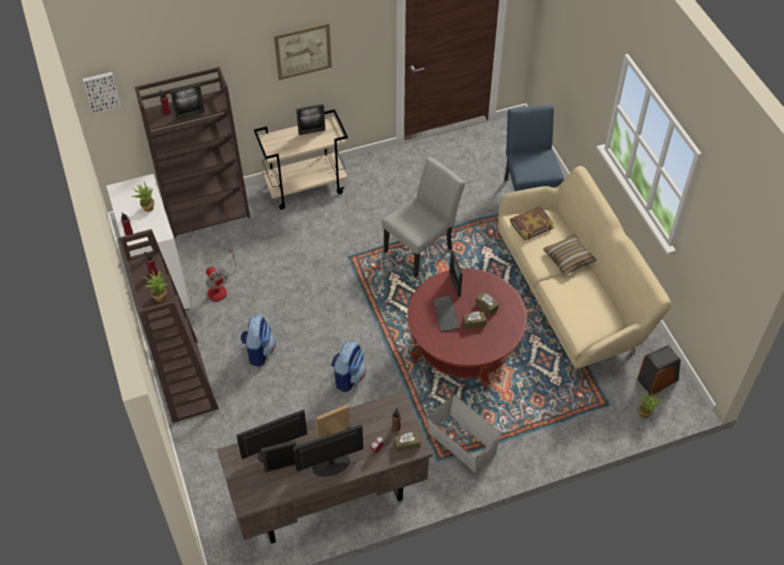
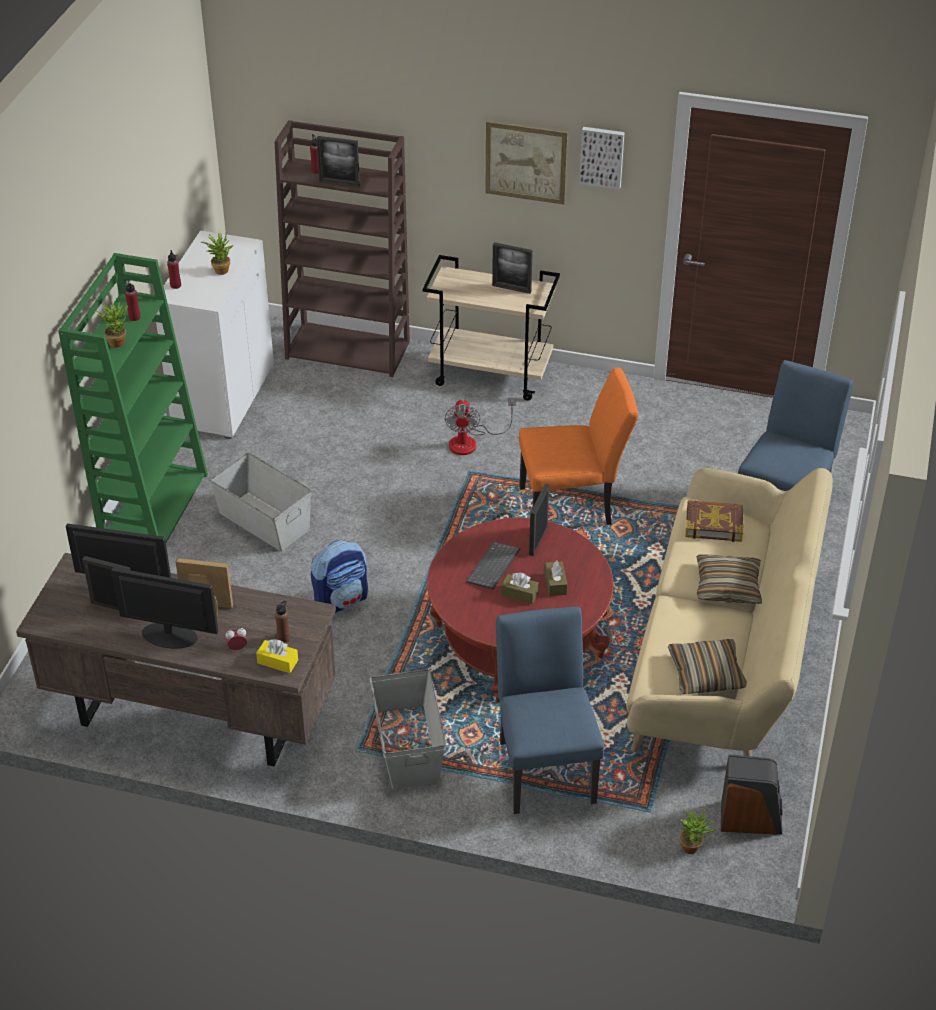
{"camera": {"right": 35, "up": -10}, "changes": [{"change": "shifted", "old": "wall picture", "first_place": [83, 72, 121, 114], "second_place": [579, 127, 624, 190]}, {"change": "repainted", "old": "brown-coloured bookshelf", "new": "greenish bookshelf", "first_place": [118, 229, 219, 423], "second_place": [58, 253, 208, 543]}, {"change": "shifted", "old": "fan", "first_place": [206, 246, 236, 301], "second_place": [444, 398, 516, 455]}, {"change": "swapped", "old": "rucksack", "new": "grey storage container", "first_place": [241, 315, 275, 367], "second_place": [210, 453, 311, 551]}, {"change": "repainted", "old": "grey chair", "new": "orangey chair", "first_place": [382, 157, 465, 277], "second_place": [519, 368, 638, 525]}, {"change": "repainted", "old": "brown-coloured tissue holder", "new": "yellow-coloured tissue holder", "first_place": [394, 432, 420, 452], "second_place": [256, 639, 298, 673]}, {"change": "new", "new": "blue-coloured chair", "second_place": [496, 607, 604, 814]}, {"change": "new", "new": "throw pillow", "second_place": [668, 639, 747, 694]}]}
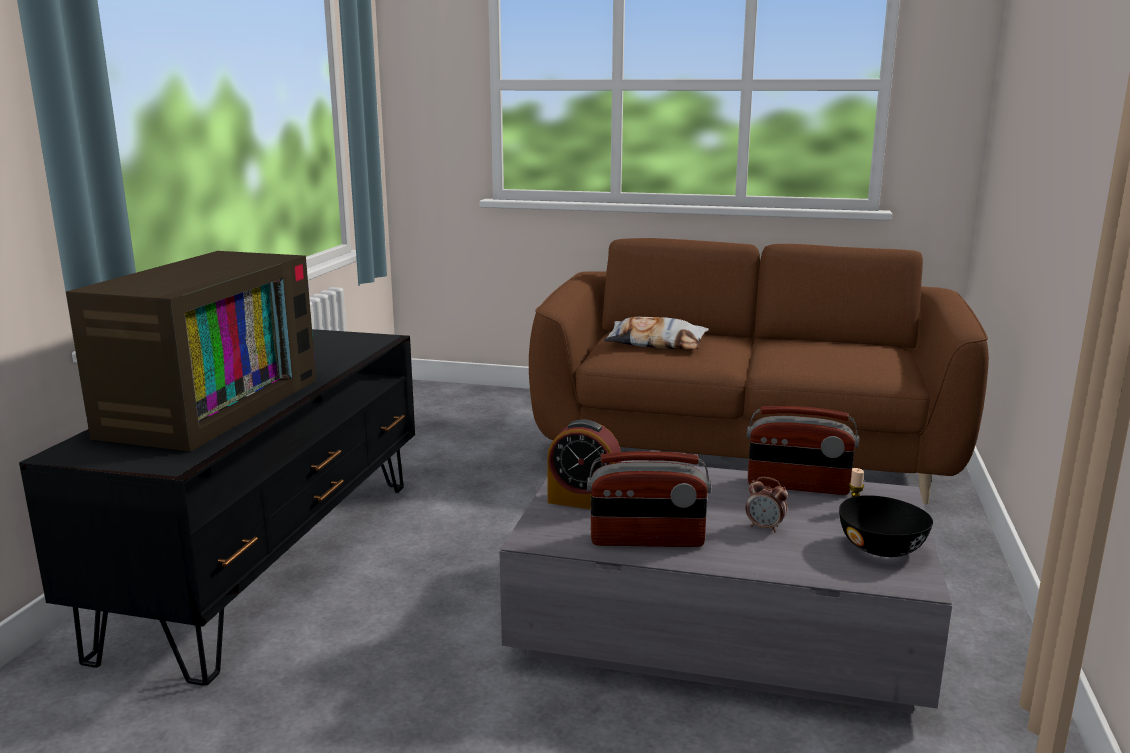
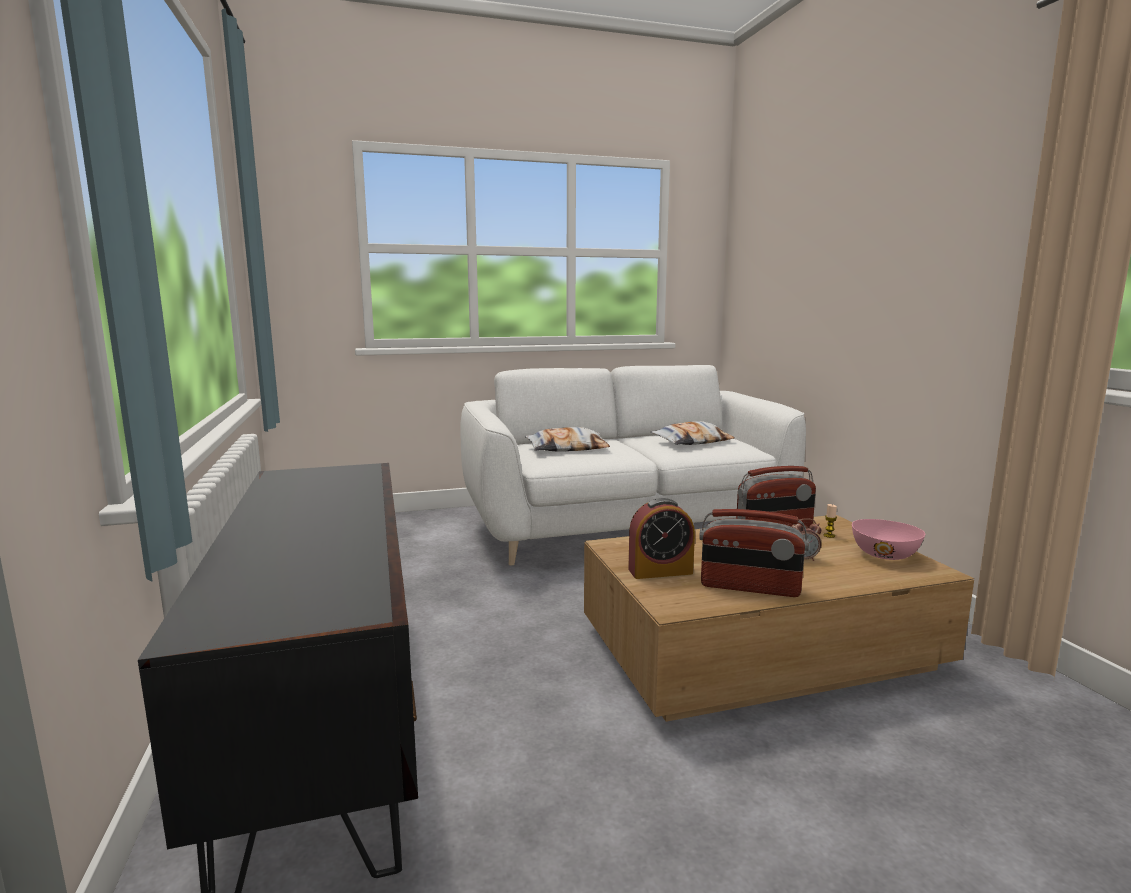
{"camera": {"right": -30, "up": -5}, "changes": [{"change": "gone", "old": "TV set", "first_place": [66, 251, 316, 451]}, {"change": "repainted", "old": "grey low table", "new": "brown-coloured low table", "first_place": [499, 460, 952, 714], "second_place": [584, 515, 974, 722]}, {"change": "repainted", "old": "brown-coloured sofa", "new": "whitish sofa", "first_place": [529, 238, 989, 504], "second_place": [460, 365, 806, 565]}, {"change": "rotated", "old": "radio receiver", "first_place": [587, 451, 711, 547], "second_place": [699, 509, 809, 597], "degrees": 45}, {"change": "repainted", "old": "black deep dish", "new": "pink-coloured deep dish", "first_place": [839, 495, 933, 557], "second_place": [852, 519, 925, 560]}, {"change": "new", "new": "throw pillow", "second_place": [651, 421, 735, 445]}]}
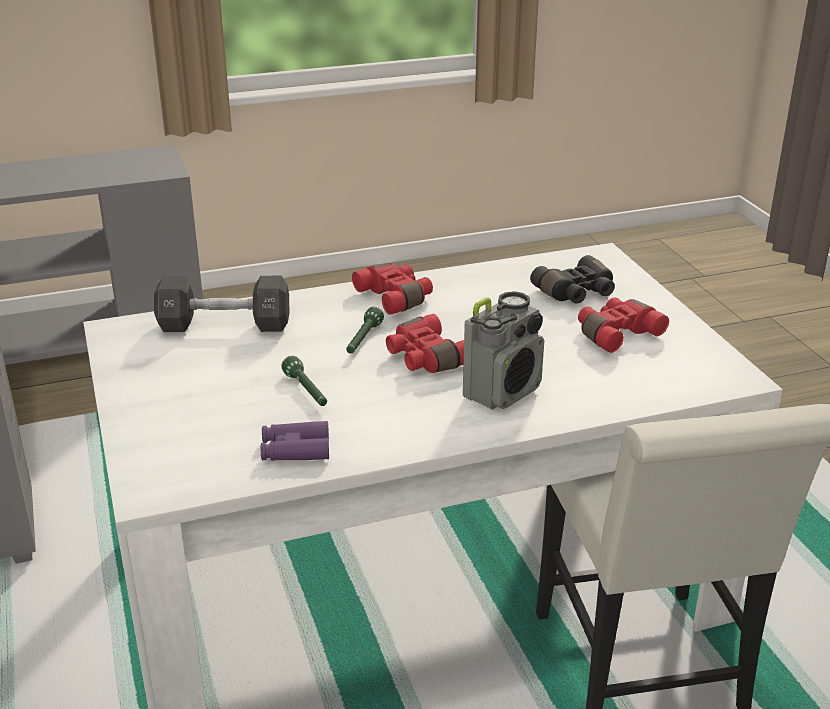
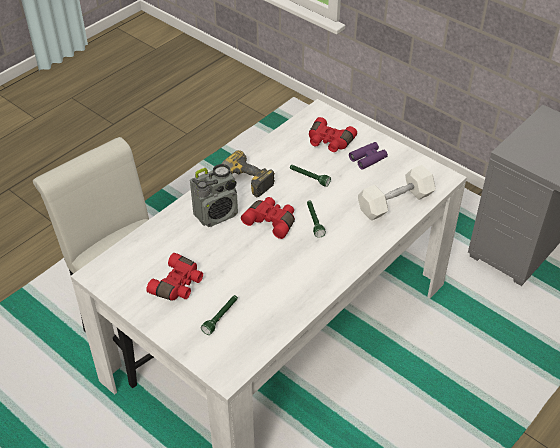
{"camera": {"right": 150, "up": 15}, "changes": [{"change": "repainted", "old": "black dumbbell", "new": "whitish dumbbell", "first_place": [154, 276, 289, 332], "second_place": [358, 165, 436, 221]}, {"change": "shifted", "old": "purplish binoculars", "first_place": [261, 421, 329, 461], "second_place": [349, 142, 388, 170]}, {"change": "shifted", "old": "red binoculars", "first_place": [352, 263, 433, 315], "second_place": [309, 117, 357, 152]}, {"change": "rotated", "old": "radio receiver", "first_place": [463, 291, 544, 410], "second_place": [190, 164, 238, 227], "degrees": -135}, {"change": "swapped", "old": "black binoculars", "new": "greenish flashlight", "first_place": [530, 255, 615, 304], "second_place": [201, 295, 238, 335]}, {"change": "new", "new": "electric drill", "second_place": [221, 150, 275, 197]}]}
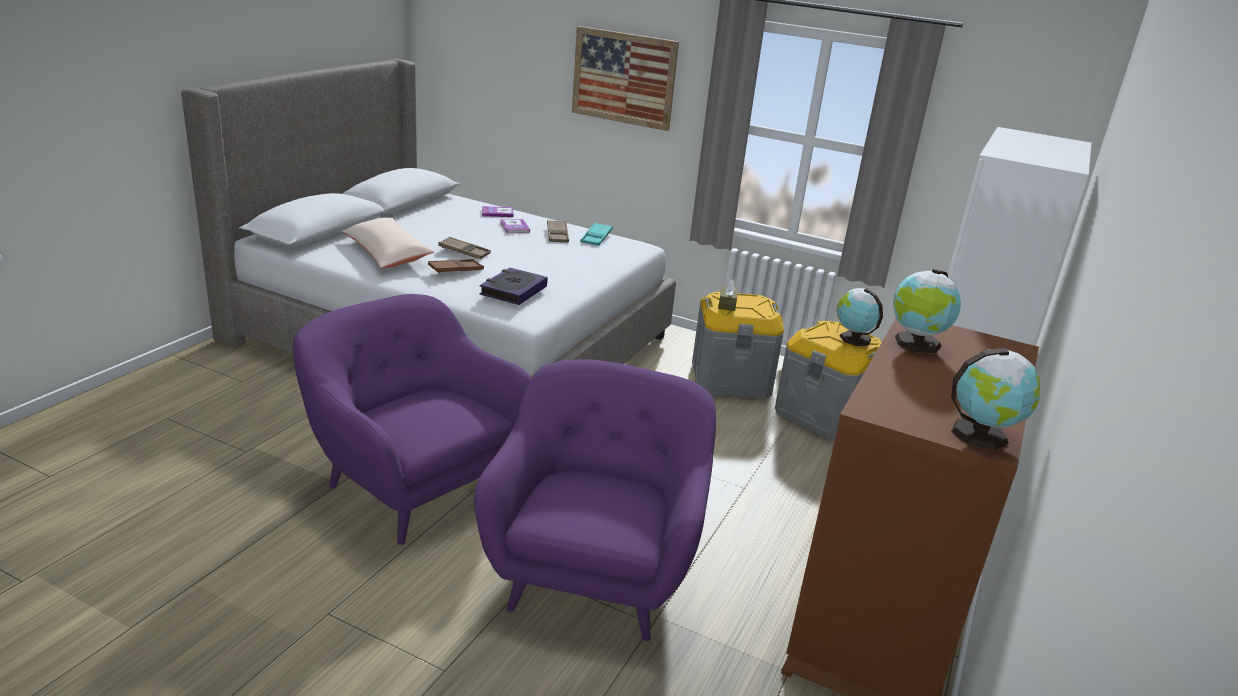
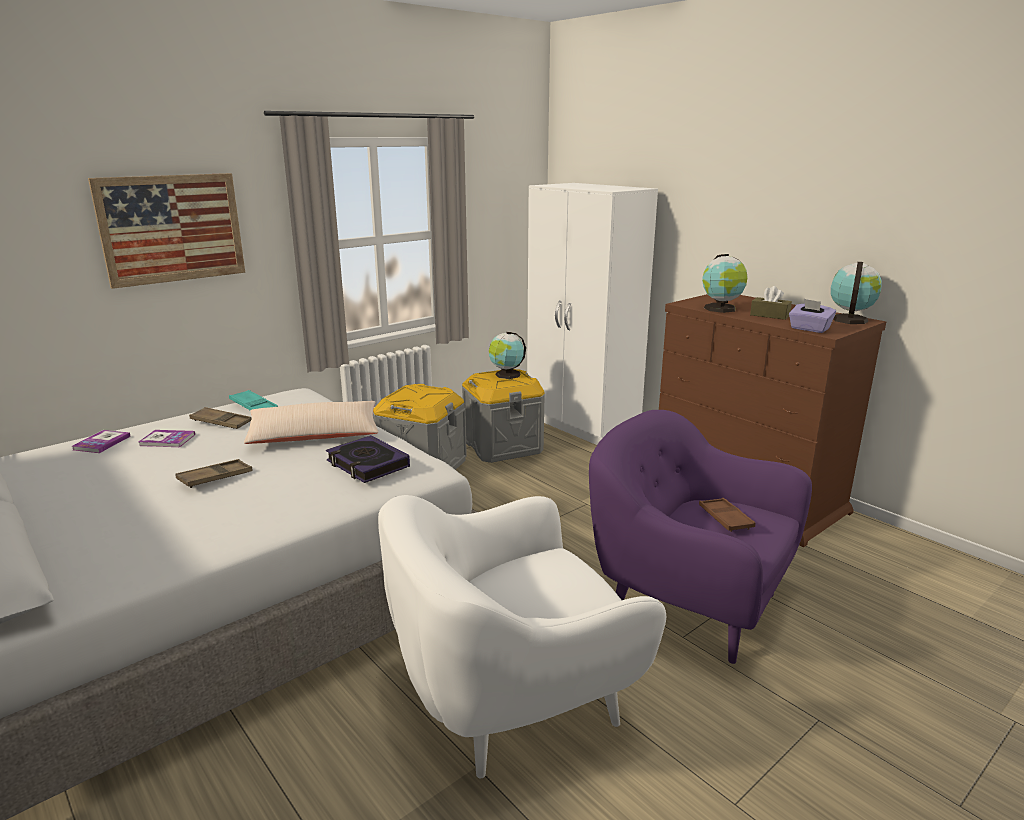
{"camera": {"right": -65, "up": -5}, "changes": [{"change": "repainted", "old": "purplish lounge chair", "new": "whitish lounge chair", "first_place": [293, 294, 531, 545], "second_place": [378, 495, 666, 778]}, {"change": "shifted", "old": "sand-coloured throw pillow", "first_place": [342, 218, 434, 268], "second_place": [244, 401, 378, 444]}, {"change": "shifted", "old": "brown-coloured tray", "first_place": [428, 259, 484, 274], "second_place": [699, 498, 755, 532]}, {"change": "shifted", "old": "brown-coloured tissue holder", "first_place": [718, 279, 739, 311], "second_place": [750, 286, 792, 320]}, {"change": "new", "new": "purplish tissue holder", "second_place": [789, 299, 836, 333]}]}
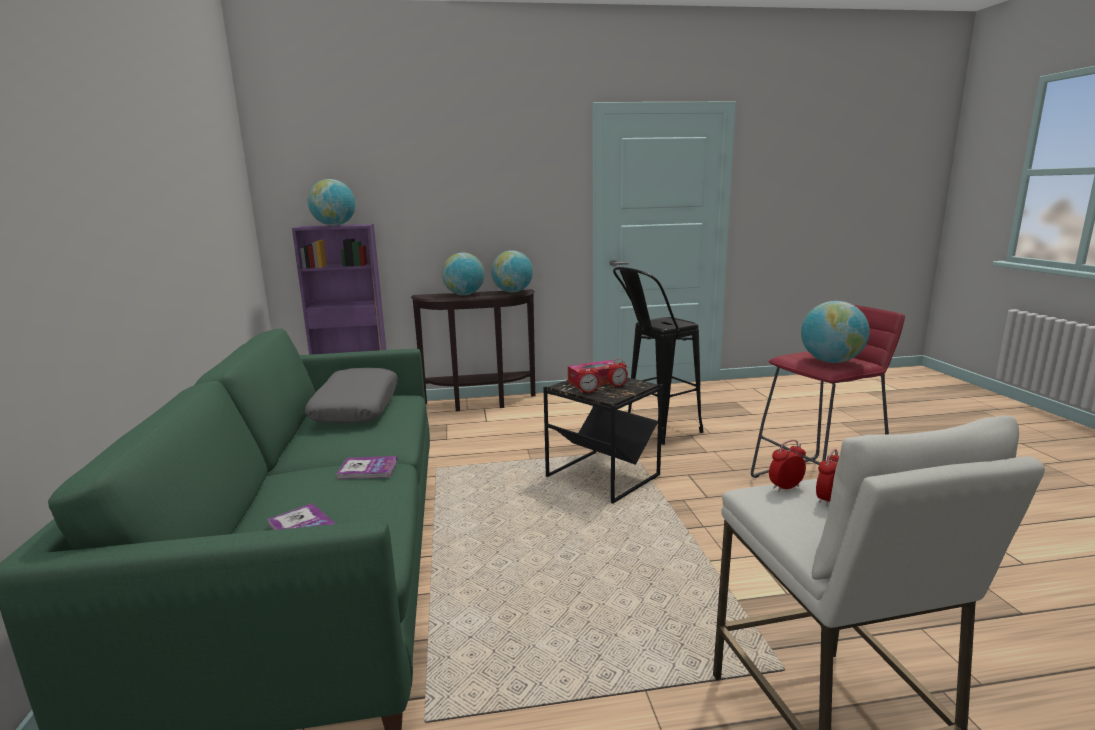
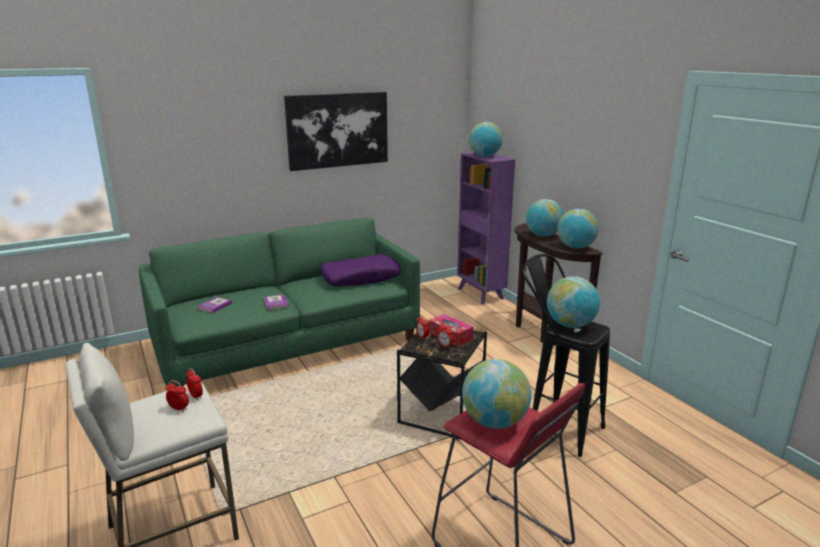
{"camera": {"right": 70, "up": 5}, "changes": [{"change": "repainted", "old": "grey throw pillow", "new": "purplish throw pillow", "first_place": [305, 368, 398, 423], "second_place": [320, 254, 401, 286]}, {"change": "new", "new": "wall picture", "second_place": [284, 92, 388, 171]}, {"change": "new", "new": "globe", "second_place": [547, 276, 600, 328]}]}
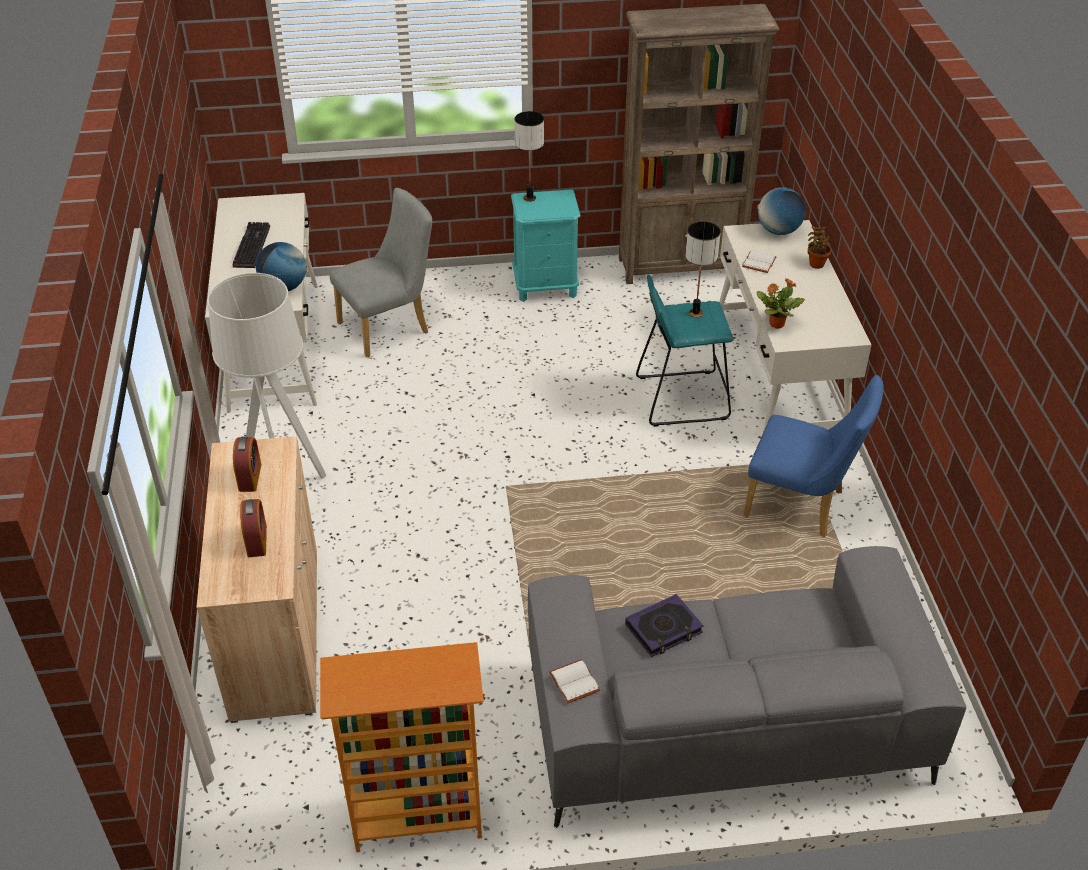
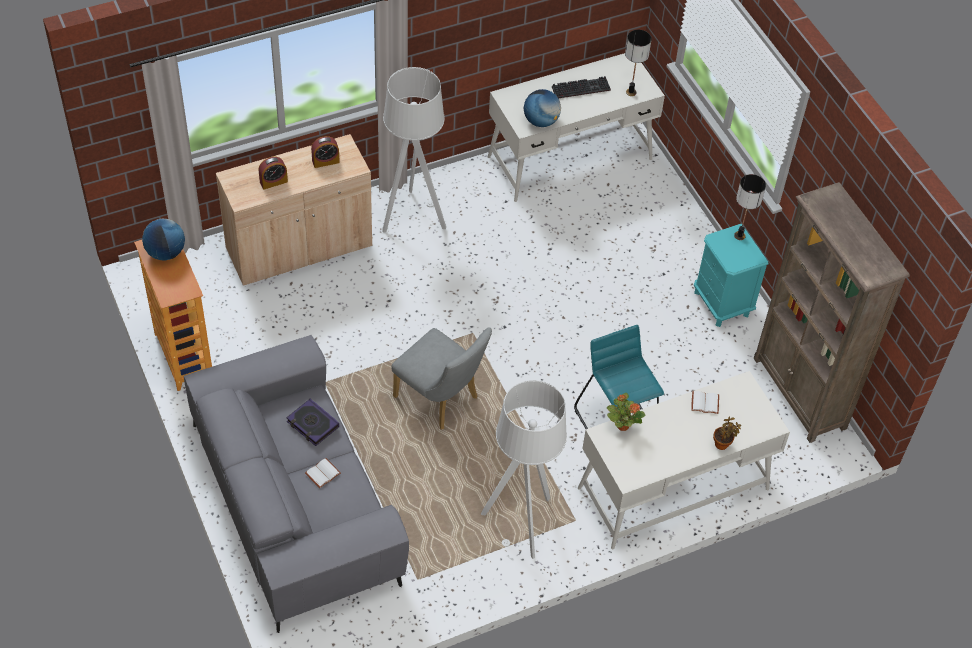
{"camera": {"right": 70, "up": 10}, "changes": [{"change": "shifted", "old": "grey chair", "first_place": [329, 188, 432, 357], "second_place": [391, 327, 492, 430]}, {"change": "shifted", "old": "whitish book", "first_place": [549, 659, 600, 704], "second_place": [305, 458, 341, 488]}, {"change": "shifted", "old": "table lamp", "first_place": [685, 222, 721, 318], "second_place": [625, 30, 652, 96]}, {"change": "swapped", "old": "blue-coloured chair", "new": "grey standing lamp", "first_place": [743, 375, 883, 537], "second_place": [481, 380, 567, 559]}, {"change": "shifted", "old": "globe", "first_place": [757, 187, 806, 235], "second_place": [142, 219, 185, 260]}]}
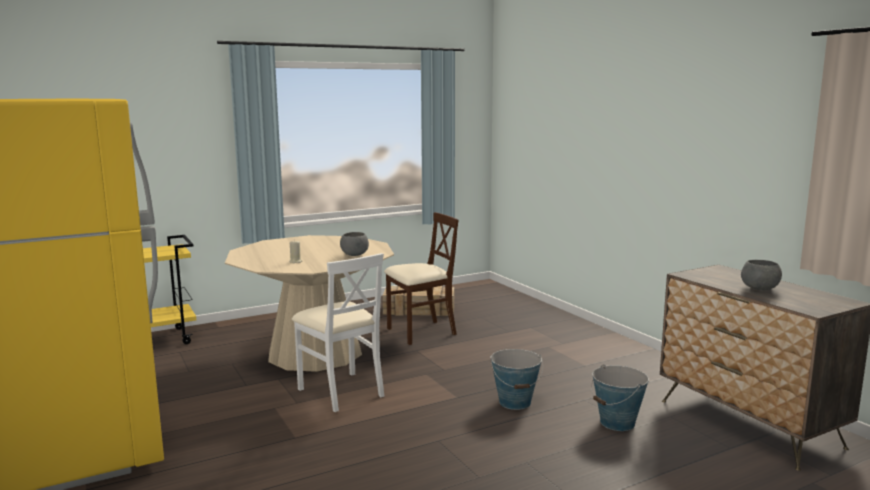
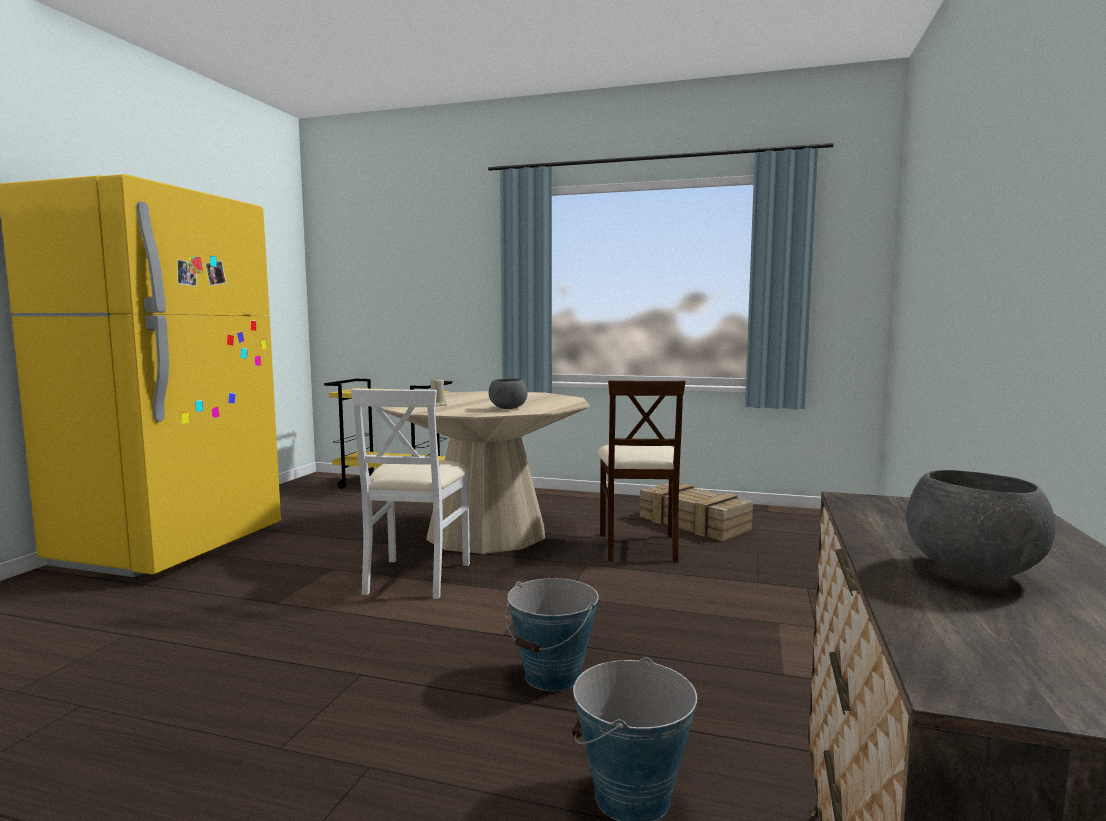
{"camera": {"right": 45, "up": -5}, "changes": [{"change": "rotated", "old": "sand-coloured chair", "first_place": [384, 212, 459, 345], "second_place": [597, 380, 686, 563], "degrees": 75}]}
